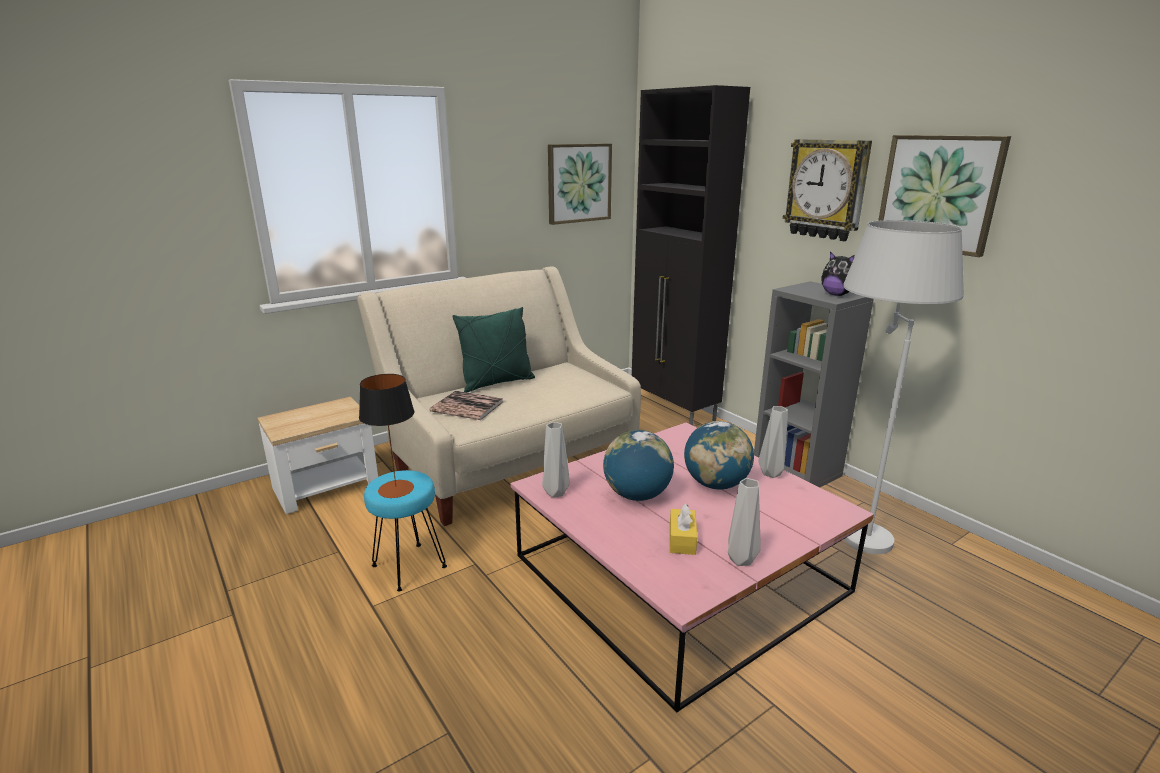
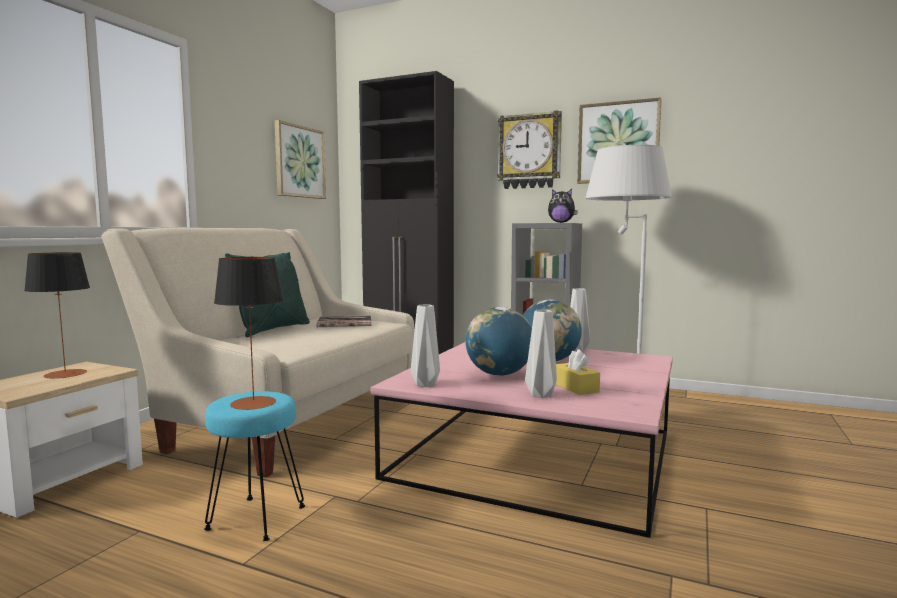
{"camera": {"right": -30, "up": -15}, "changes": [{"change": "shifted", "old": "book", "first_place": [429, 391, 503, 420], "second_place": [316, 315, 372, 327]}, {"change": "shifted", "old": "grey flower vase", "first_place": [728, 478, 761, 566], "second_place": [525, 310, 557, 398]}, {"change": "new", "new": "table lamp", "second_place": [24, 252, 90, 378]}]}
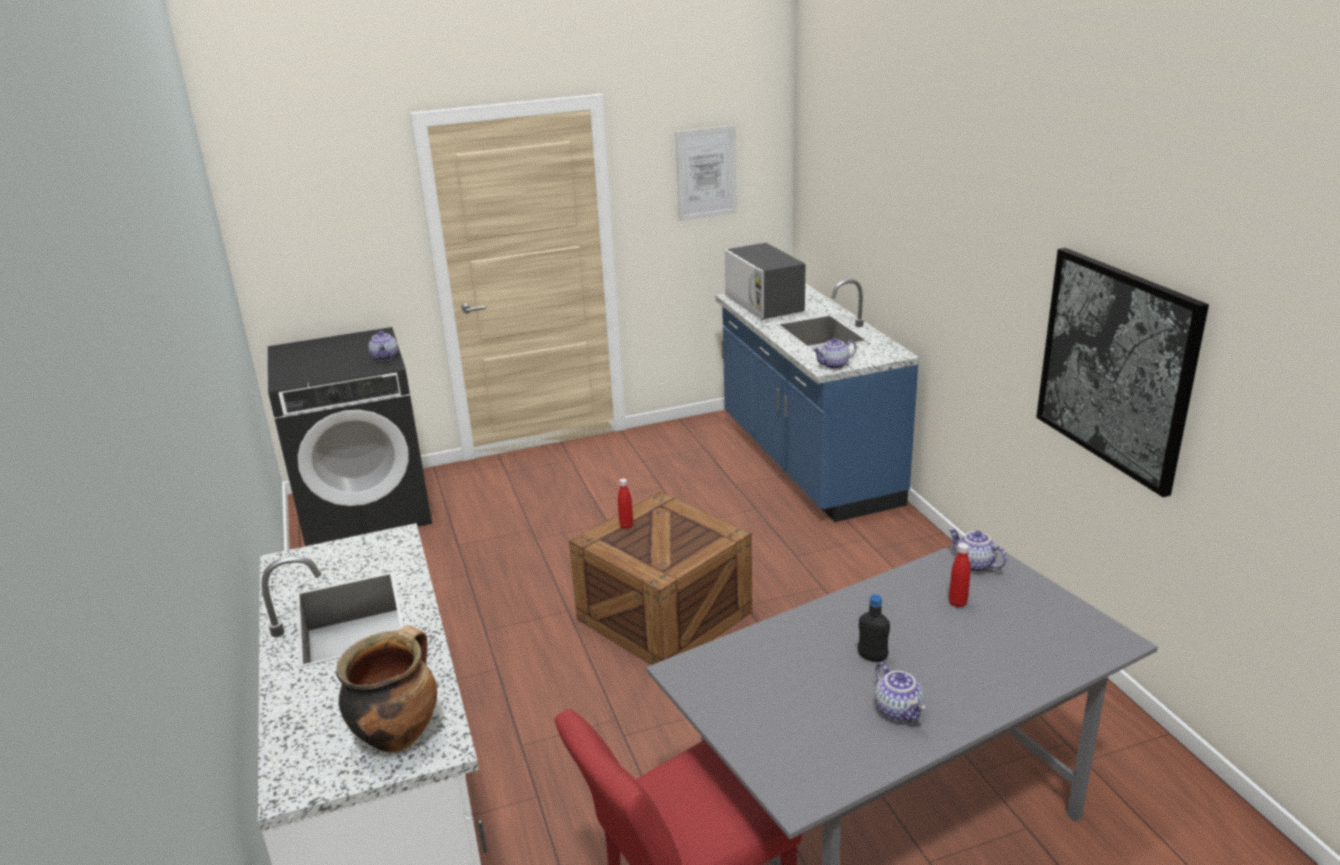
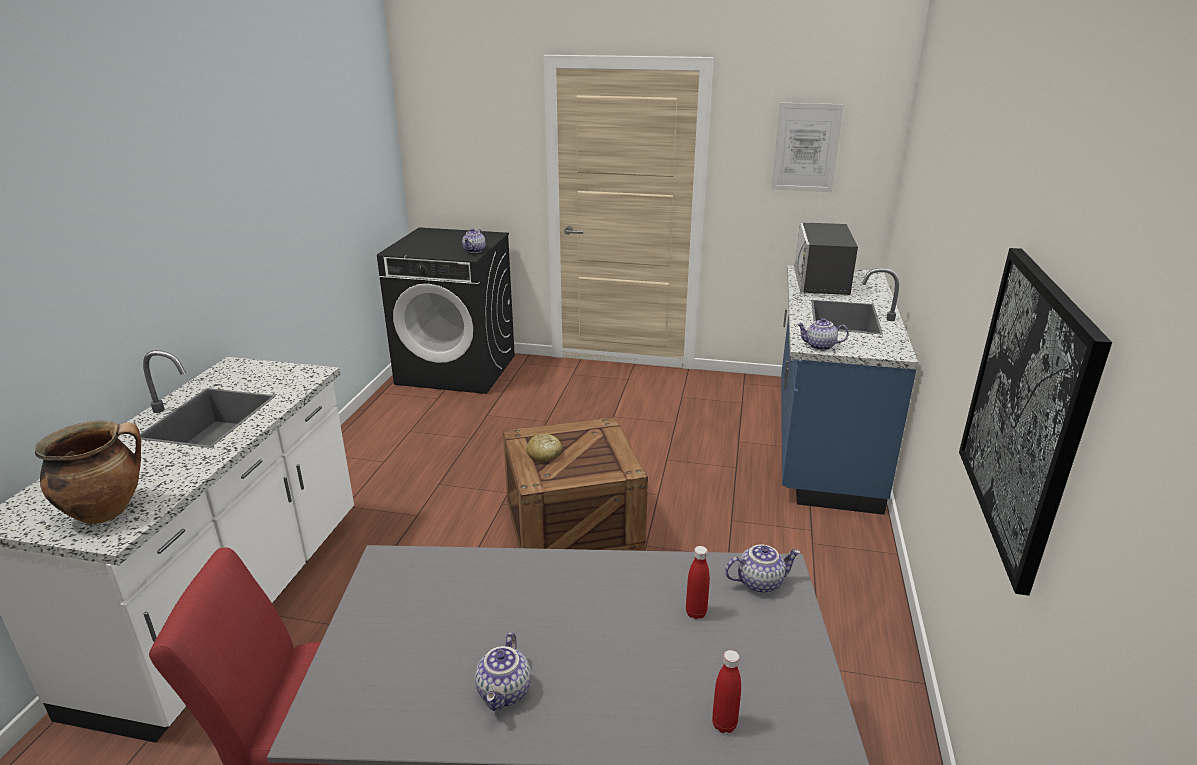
{"camera": {"right": 30, "up": 0}, "changes": [{"change": "shifted", "old": "red beverage bottle", "first_place": [618, 478, 633, 529], "second_place": [712, 650, 741, 733]}, {"change": "gone", "old": "black beverage bottle", "first_place": [858, 594, 890, 662]}, {"change": "rotated", "old": "teapot", "first_place": [948, 528, 1007, 572], "second_place": [725, 544, 800, 594], "degrees": 90}, {"change": "new", "new": "bakery bread", "second_place": [526, 433, 562, 462]}]}
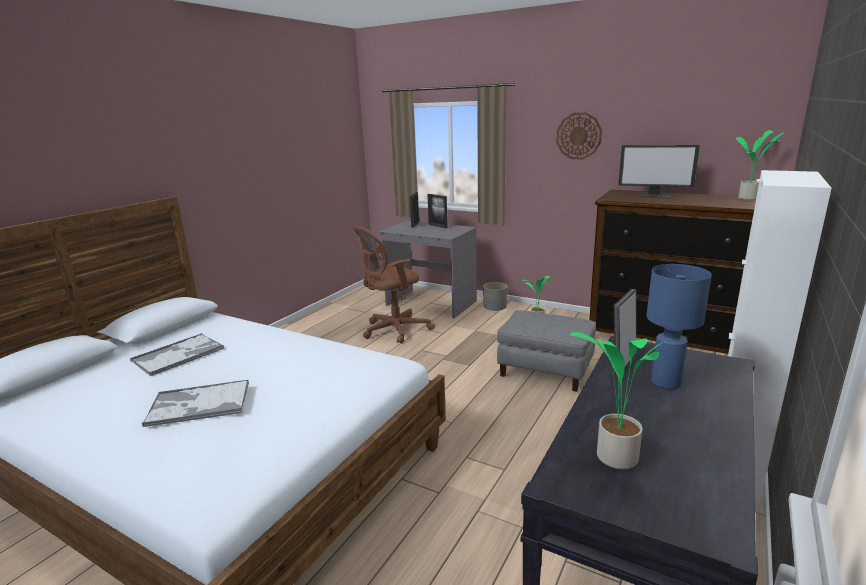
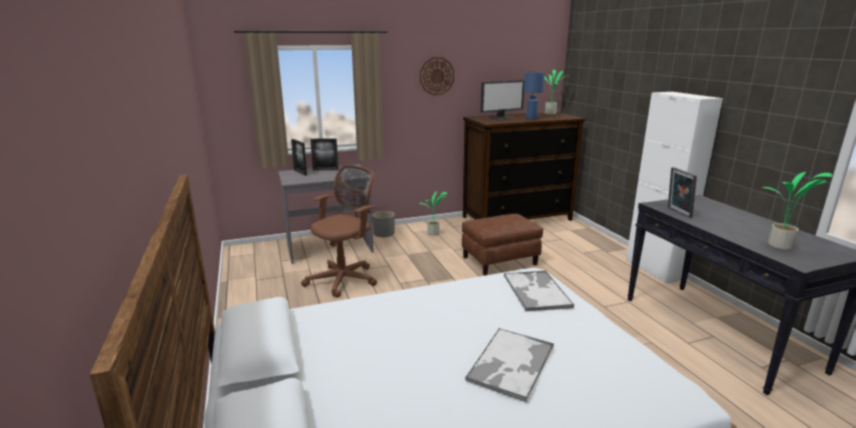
{"camera": {"right": -50, "up": 0}, "changes": [{"change": "shifted", "old": "tray", "first_place": [130, 333, 224, 376], "second_place": [504, 271, 574, 311]}, {"change": "rotated", "old": "brown-coloured office chair", "first_place": [353, 226, 435, 343], "second_place": [301, 165, 377, 298], "degrees": -150}, {"change": "repainted", "old": "grey pouffe", "new": "brown-coloured pouffe", "first_place": [497, 310, 596, 392], "second_place": [462, 214, 543, 276]}, {"change": "shifted", "old": "blue-coloured table lamp", "first_place": [647, 264, 712, 389], "second_place": [524, 72, 545, 120]}]}
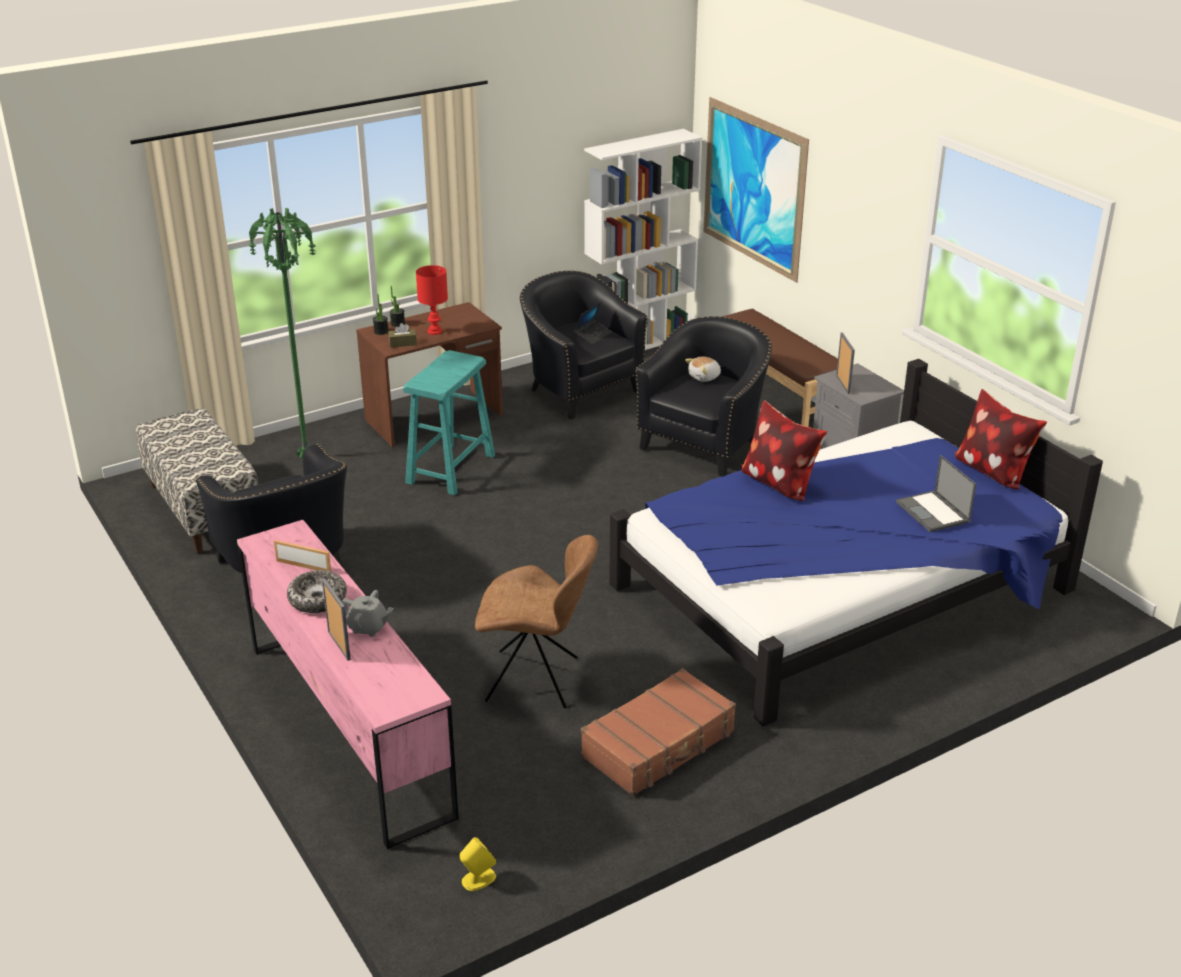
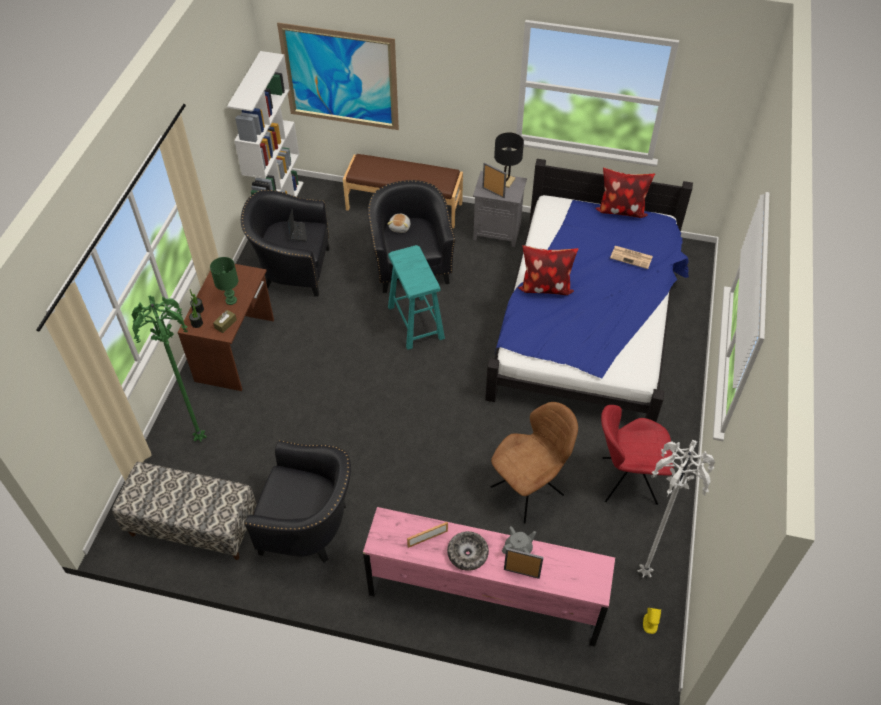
{"camera": {"right": -45, "up": 20}, "changes": [{"change": "shifted", "old": "blue-green stool", "first_place": [403, 350, 495, 496], "second_place": [388, 245, 445, 350]}, {"change": "repainted", "old": "red table lamp", "new": "greenish table lamp", "first_place": [416, 265, 448, 335], "second_place": [210, 257, 238, 305]}, {"change": "swapped", "old": "brown-coloured suitcase", "new": "red chair", "first_place": [581, 668, 736, 796], "second_place": [601, 405, 674, 505]}, {"change": "swapped", "old": "notebook computer", "new": "printed paper", "first_place": [896, 455, 976, 532], "second_place": [610, 246, 653, 269]}, {"change": "new", "new": "black table lamp", "second_place": [494, 133, 524, 188]}, {"change": "new", "new": "whitish standing lamp", "second_place": [638, 440, 715, 578]}]}
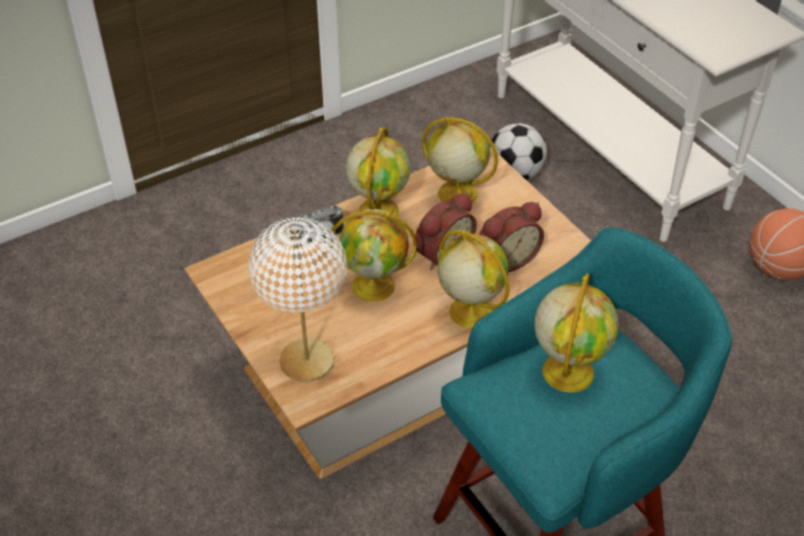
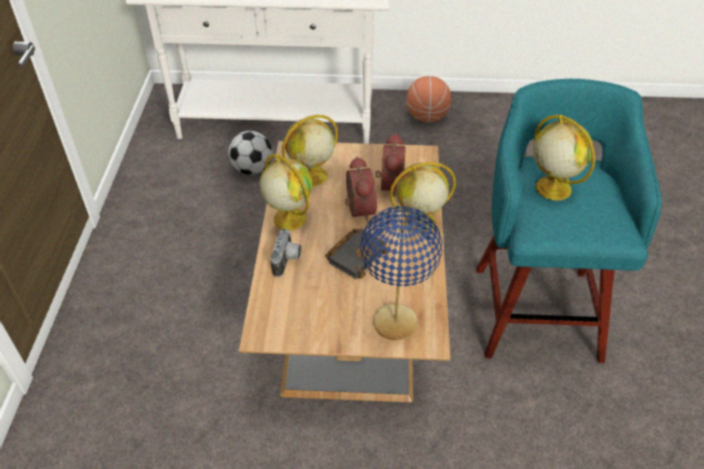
{"camera": {"right": -55, "up": 0}, "changes": [{"change": "repainted", "old": "whitish table lamp", "new": "blue-coloured table lamp", "first_place": [248, 217, 347, 382], "second_place": [360, 206, 443, 340]}, {"change": "swapped", "old": "globe", "new": "black book", "first_place": [330, 209, 418, 302], "second_place": [325, 228, 387, 279]}]}
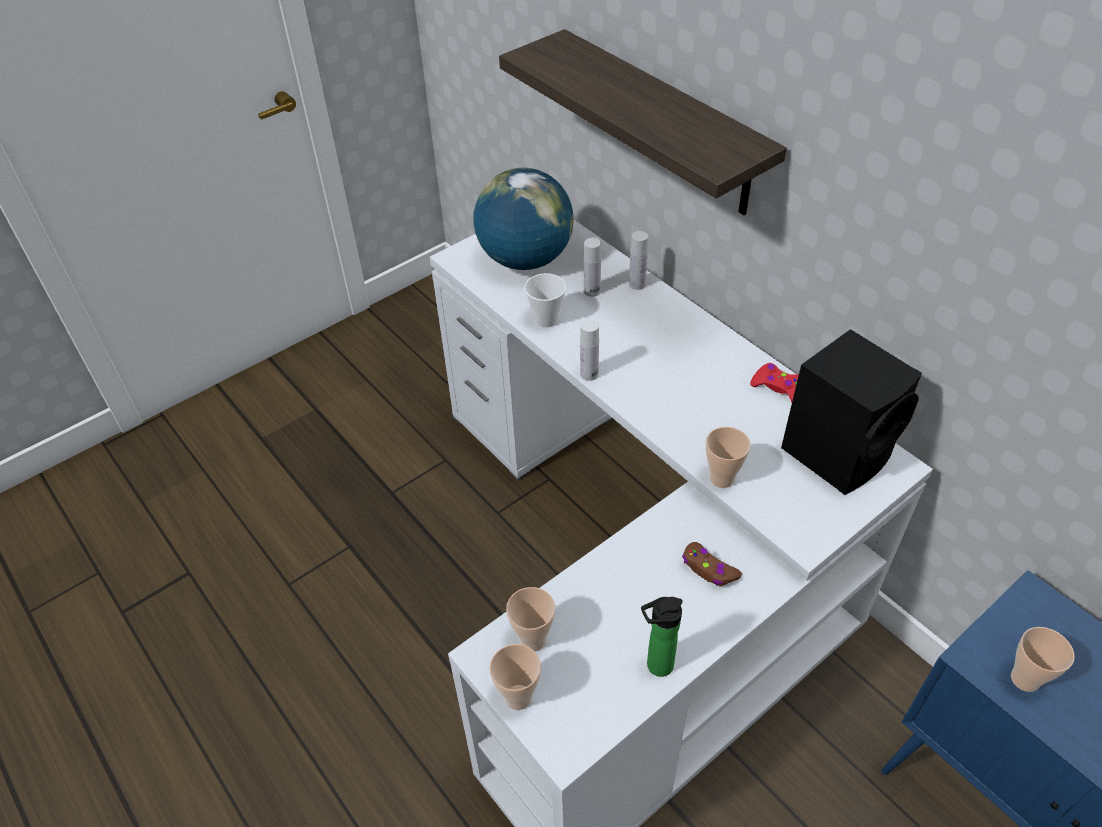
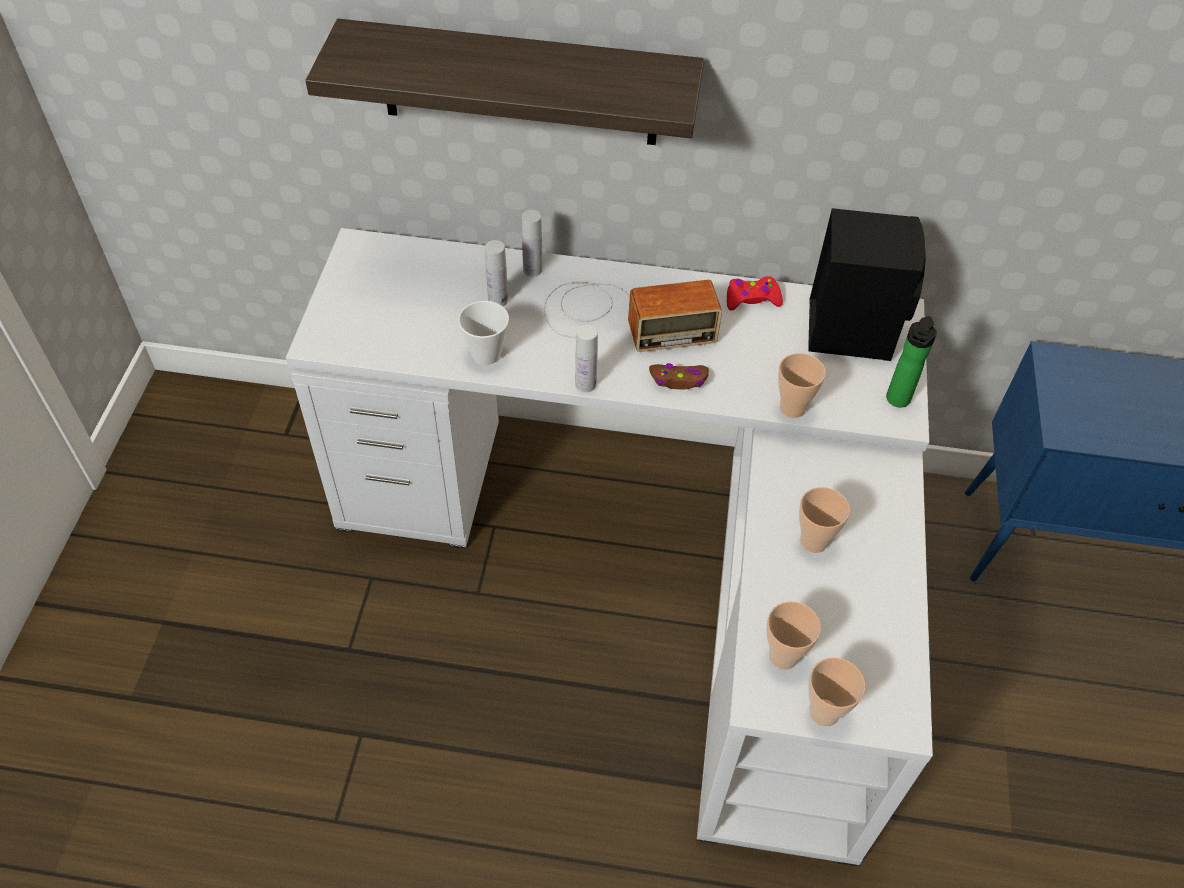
{"camera": {"right": -45, "up": 5}, "changes": [{"change": "gone", "old": "globe", "first_place": [473, 168, 574, 270]}, {"change": "shifted", "old": "beverage bottle", "first_place": [641, 597, 683, 677], "second_place": [886, 316, 937, 407]}, {"change": "shifted", "old": "brown-coloured game controller", "first_place": [682, 542, 742, 586], "second_place": [649, 363, 709, 389]}, {"change": "shifted", "old": "drinking cup", "first_place": [1011, 627, 1074, 692], "second_place": [799, 487, 850, 553]}, {"change": "new", "new": "radio receiver", "second_place": [544, 280, 722, 352]}]}
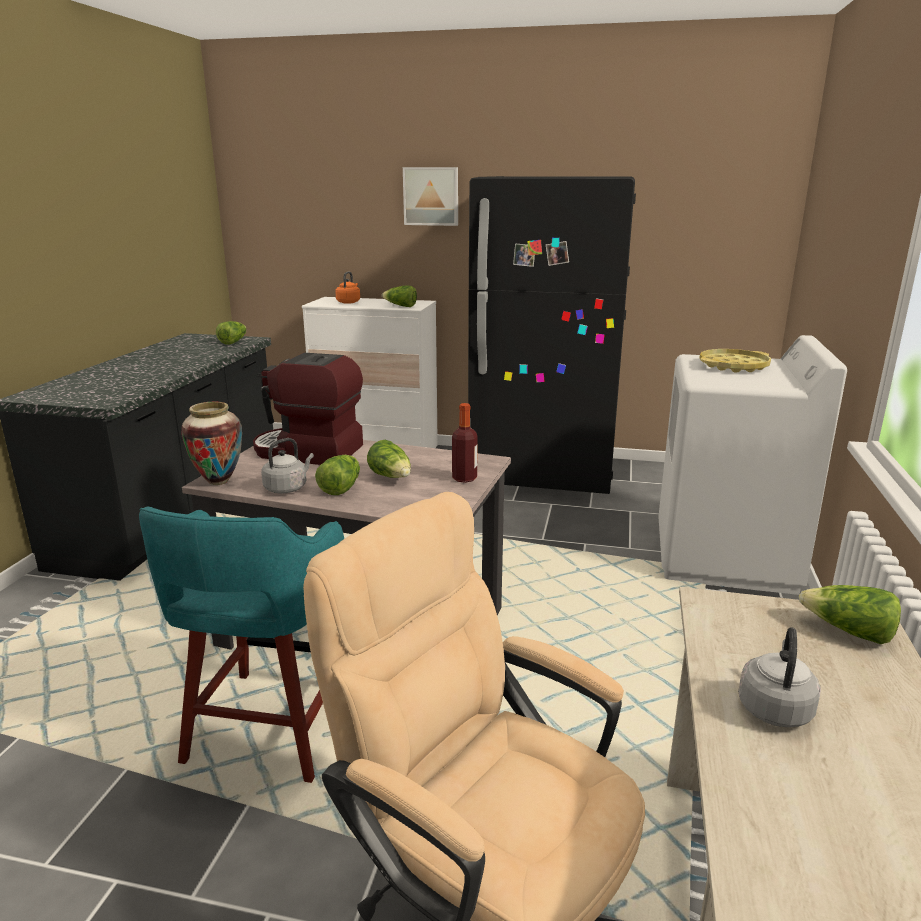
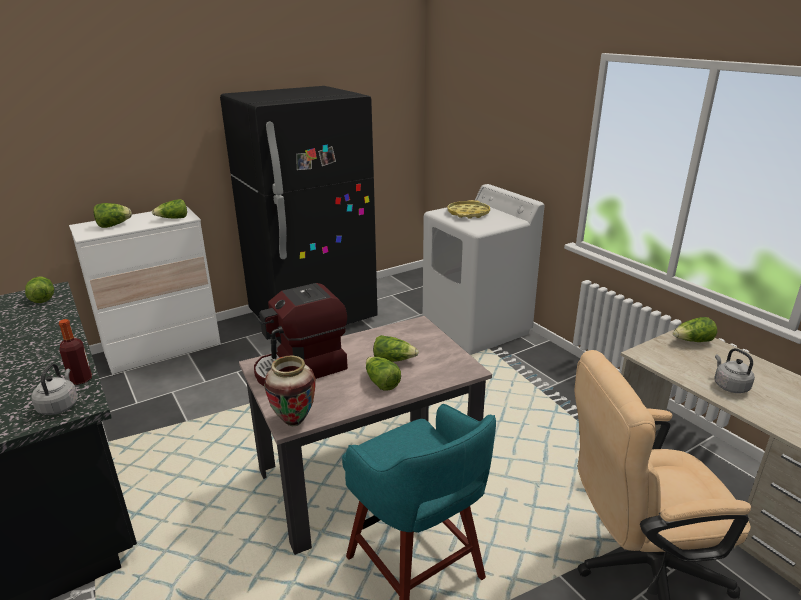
{"camera": {"right": -45, "up": 5}, "changes": [{"change": "shifted", "old": "grey water kettle", "first_place": [261, 438, 314, 493], "second_place": [31, 363, 78, 415]}, {"change": "swapped", "old": "orangey water kettle", "new": "head of lettuce", "first_place": [335, 271, 360, 304], "second_place": [93, 203, 132, 228]}, {"change": "gone", "old": "wall picture", "first_place": [403, 167, 458, 226]}, {"change": "shifted", "old": "beverage bottle", "first_place": [452, 403, 478, 483], "second_place": [59, 319, 92, 385]}]}
